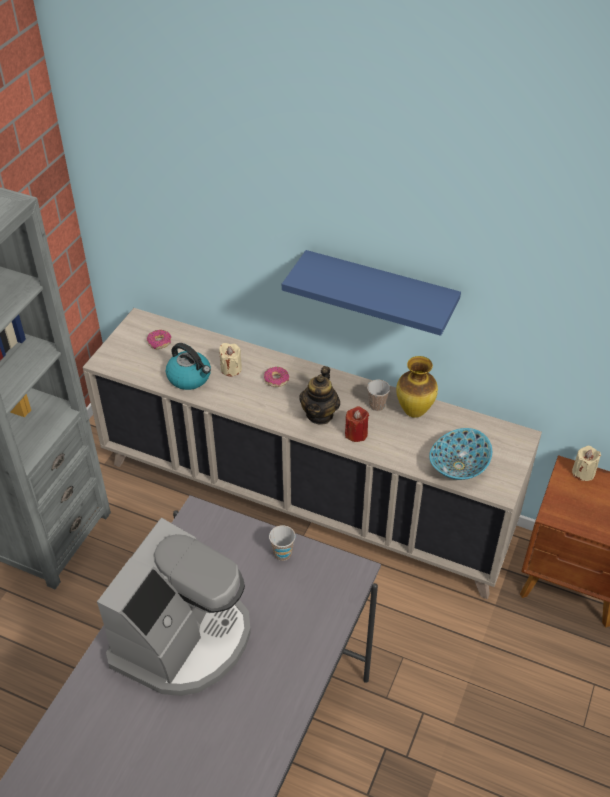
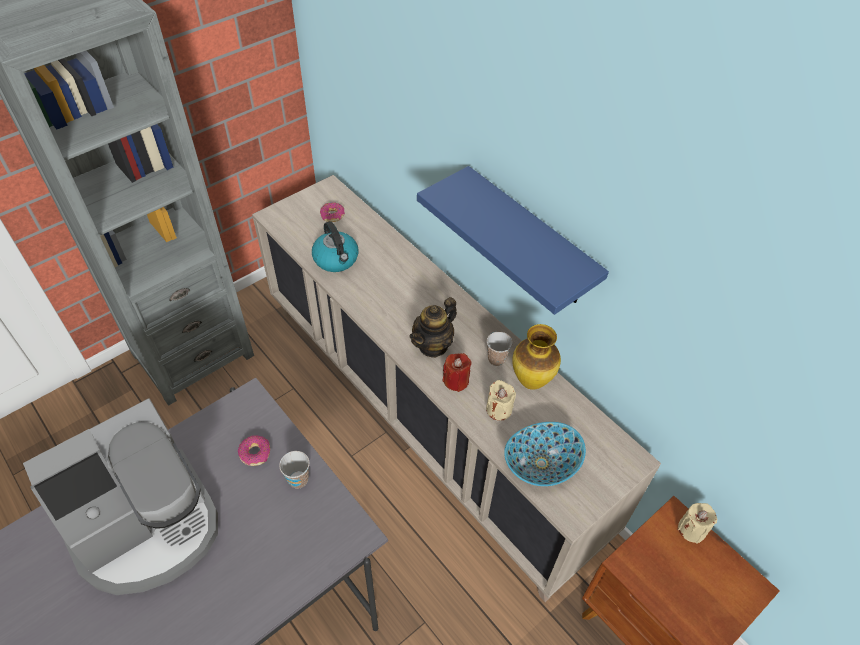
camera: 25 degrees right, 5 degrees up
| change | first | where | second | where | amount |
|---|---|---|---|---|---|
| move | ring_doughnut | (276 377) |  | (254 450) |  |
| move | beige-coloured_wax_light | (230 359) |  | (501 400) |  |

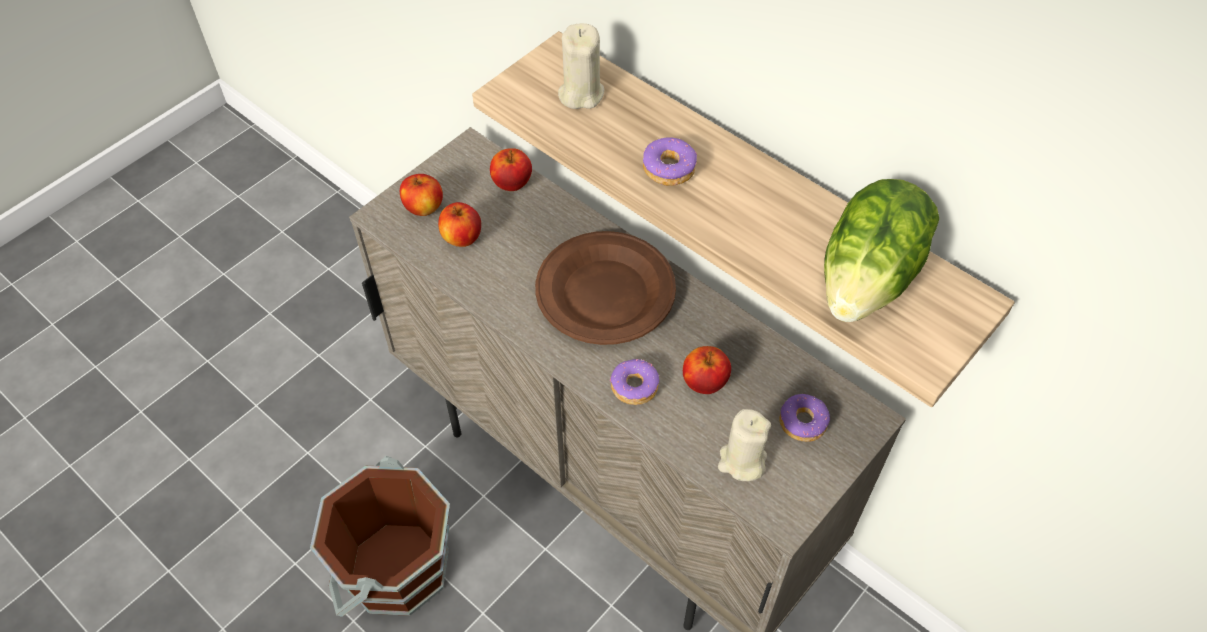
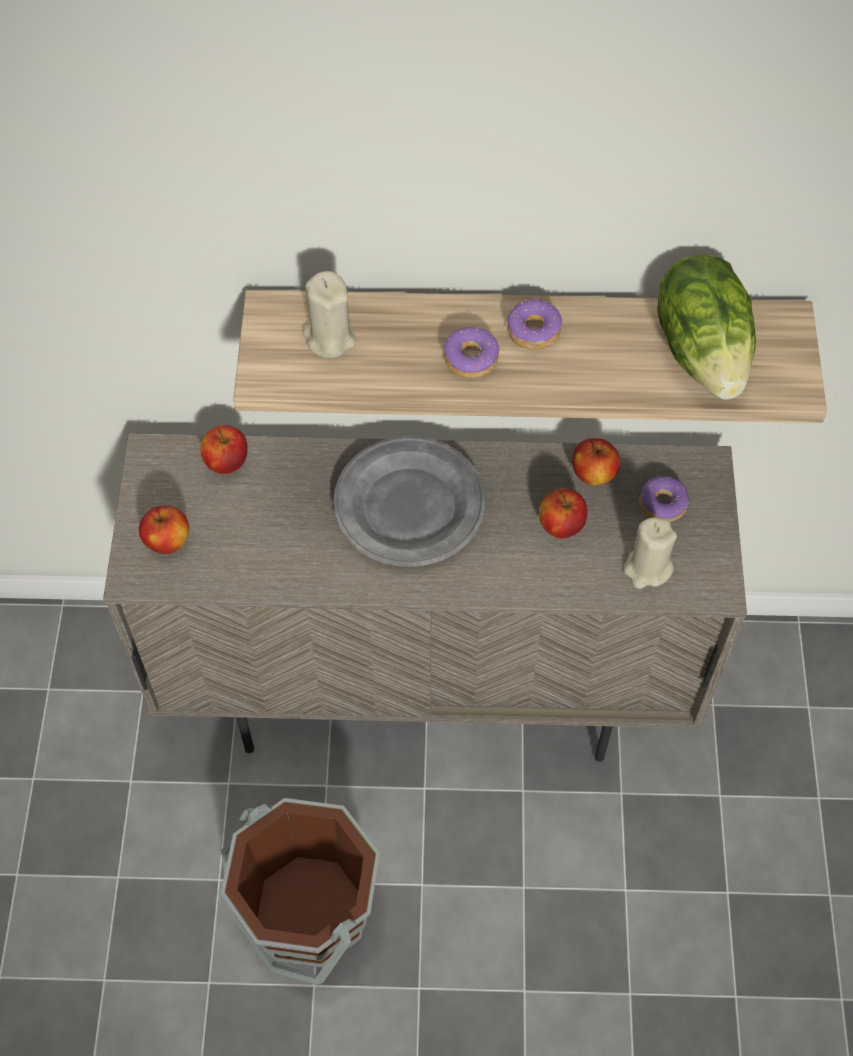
camera: 40 degrees left, 5 degrees up
| change | first | where | second | where | amount |
|---|---|---|---|---|---|
| recolor | brownish_flat_dish | (605 288) | grey_flat_dish | (409 501) |  |
| move | ring_doughnut | (634 382) |  | (534 324) |  |
| move | apple | (459 224) |  | (596 462) |  |

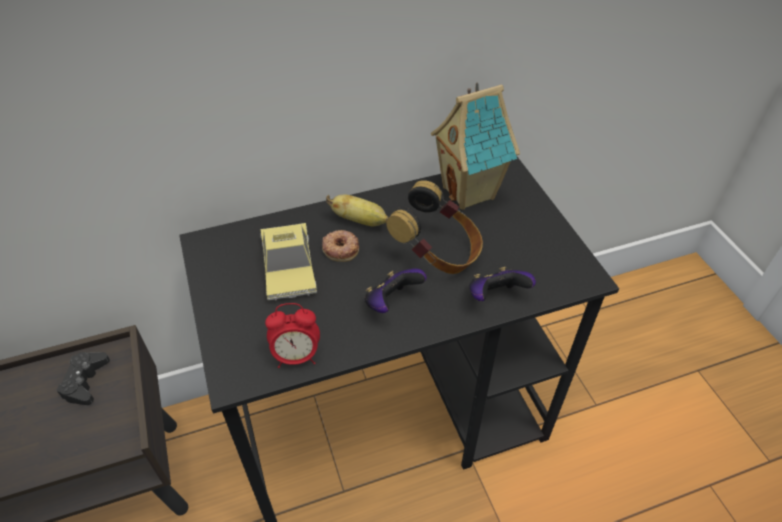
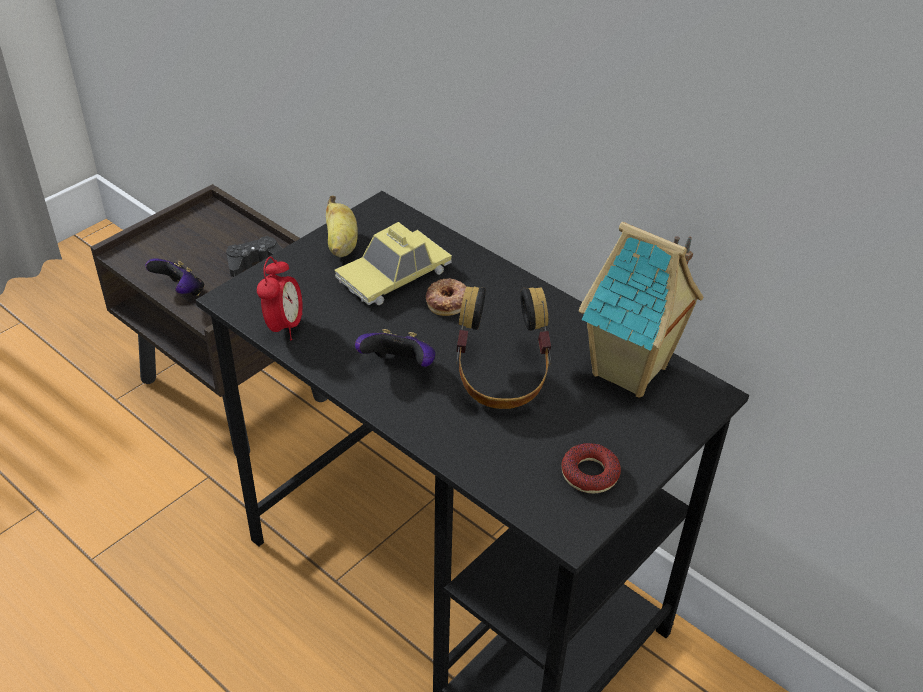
camera: 60 degrees right, 5 degrees down
| change | first | where | second | where | amount |
|---|---|---|---|---|---|
| move | gamepad | (502 284) |  | (174 277) |  |
| rotate | alarm_clock | (292 335) |  | (280 298) | 135 degrees counterclockwise |
| move | whole_banana | (357 210) |  | (342 226) |  |
| insert |  |  | ring_doughnut | (591 468) |  |

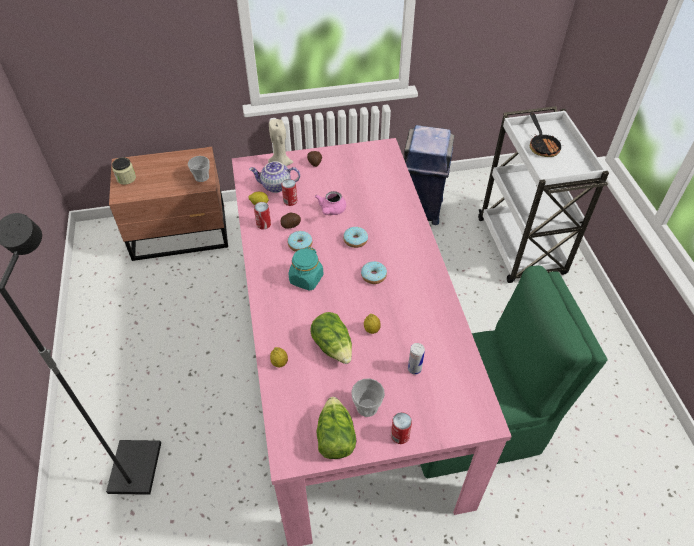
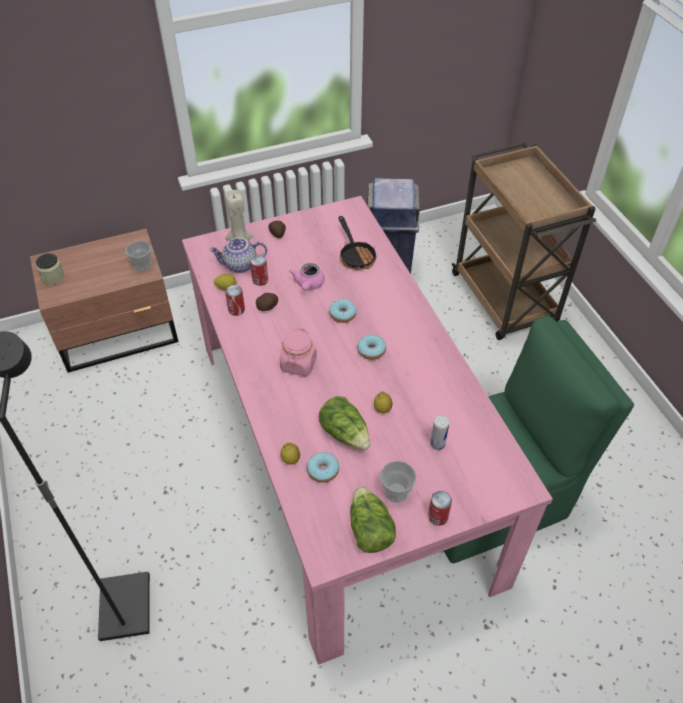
camera: 10 degrees left, 0 degrees up
| change | first | where | second | where | amount |
|---|---|---|---|---|---|
| recolor | turquoise-coloured_preserve_jar | (305 269) | pink_preserve_jar | (298 352) |  |
| move | ring_doughnut | (300 241) |  | (323 467) |  |
| move | pan | (547 135) |  | (357 243) |  |
| recolor | white_trolley | (543 194) | brownish_trolley | (524 241) |  |

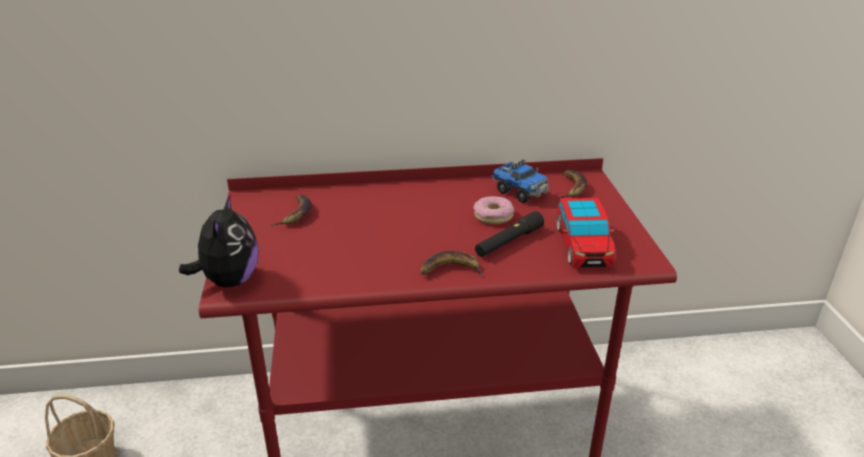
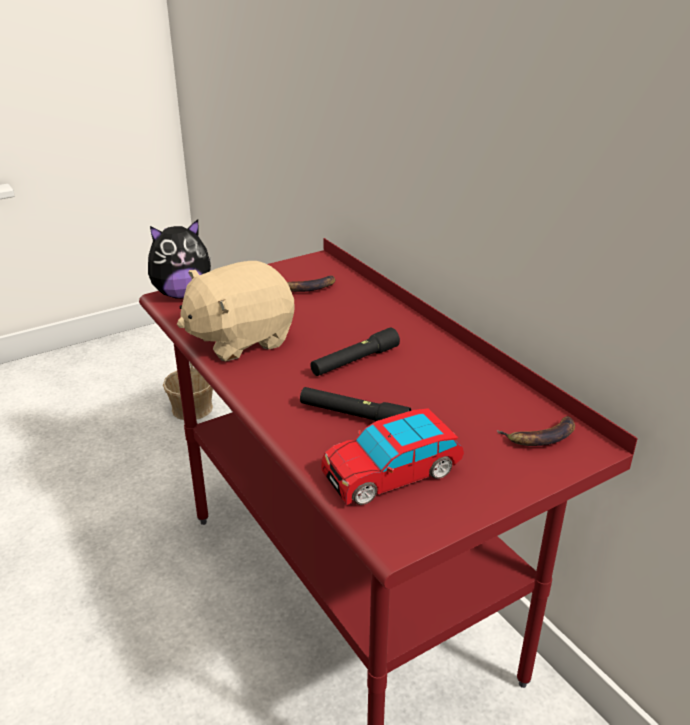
camera: 65 degrees right, 0 degrees up
| change | first | where | second | where | amount |
|---|---|---|---|---|---|
| insert |  |  | beige-coloured_cuddly_toy | (235 311) |  |
| insert |  |  | black_torch | (355 352) |  |
| delete | whole_banana | (452 263) |  |  |  |
| delete | ring_doughnut | (493 210) |  |  |  |
| delete | toy_lorry | (520 181) |  |  |  |

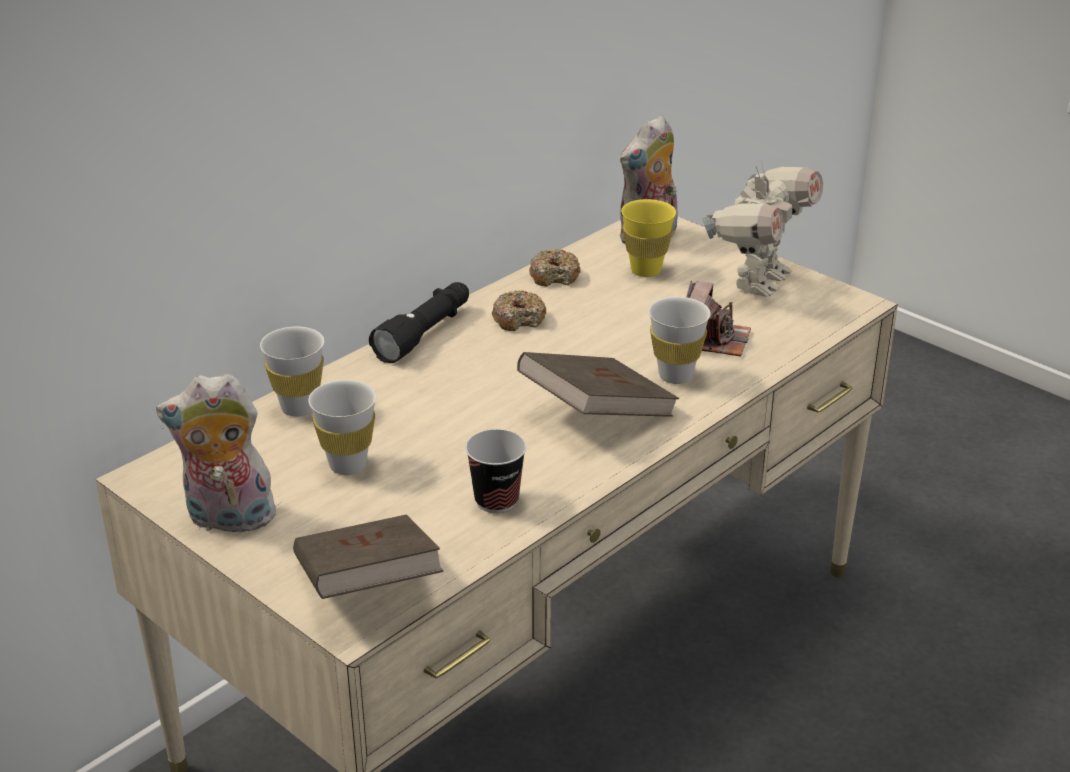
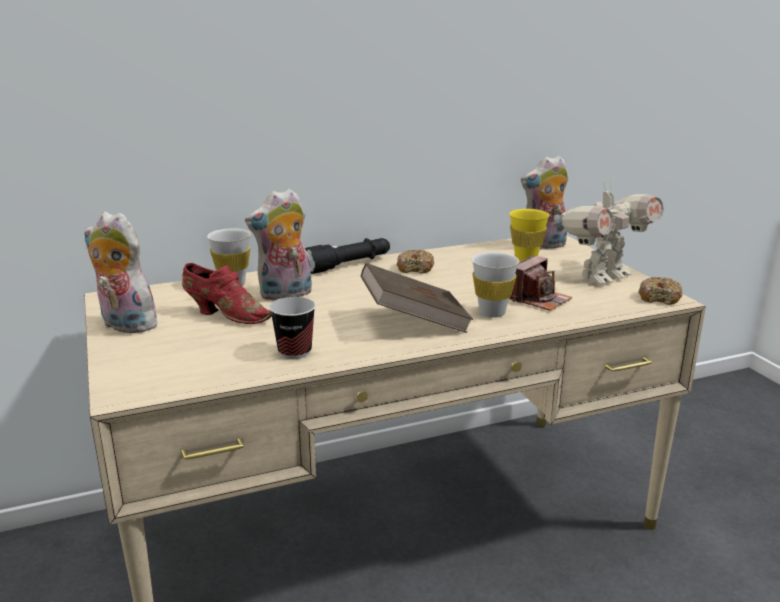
camera: 25 degrees right, 10 degrees down
| change | first | where | second | where | amount |
|---|---|---|---|---|---|
| replace | white_cup | (342 427) | red-coloured_item_of_footwear | (227 293) |  |
| insert |  |  | cuddly_toy | (278 244) |  |
| move | ring_doughnut | (555 267) |  | (660 291) |  |
| delete | brownish_volume | (368 556) |  |  |  |

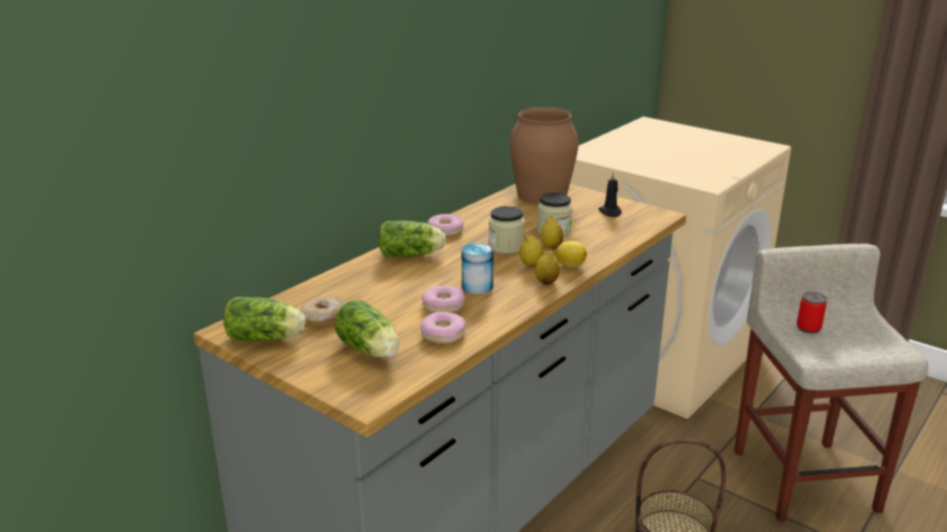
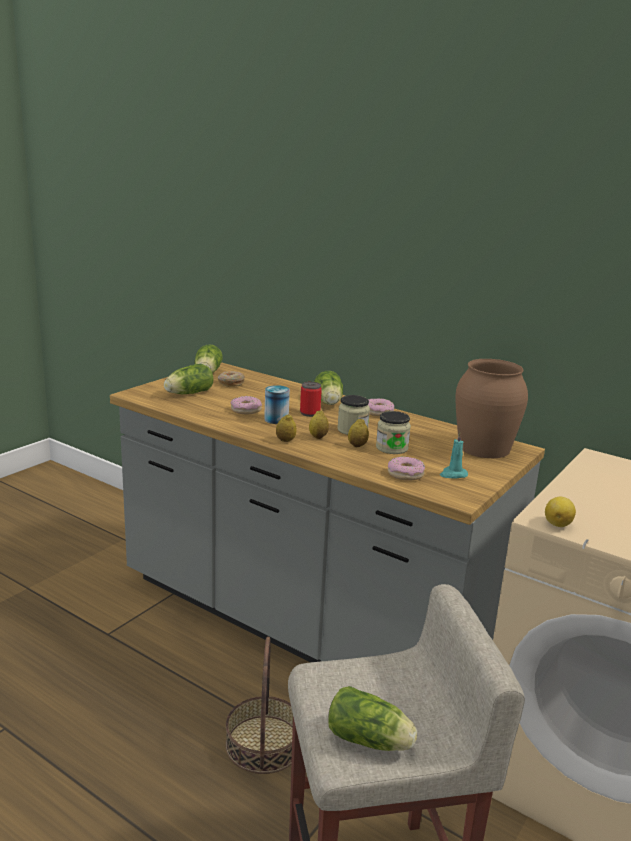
camera: 85 degrees right, 5 degrees down
| change | first | where | second | where | amount |
|---|---|---|---|---|---|
| move | metal_can | (812 313) |  | (311 399) |  |
| insert |  |  | head_of_lettuce | (372 718) |  |
| move | ring_doughnut | (443 328) |  | (406 468) |  |
| recolor | black_wax_light | (610 194) | turquoise-coloured_wax_light | (454 455) |  |
| move | whole_lemon | (570 254) |  | (560 512) |  |

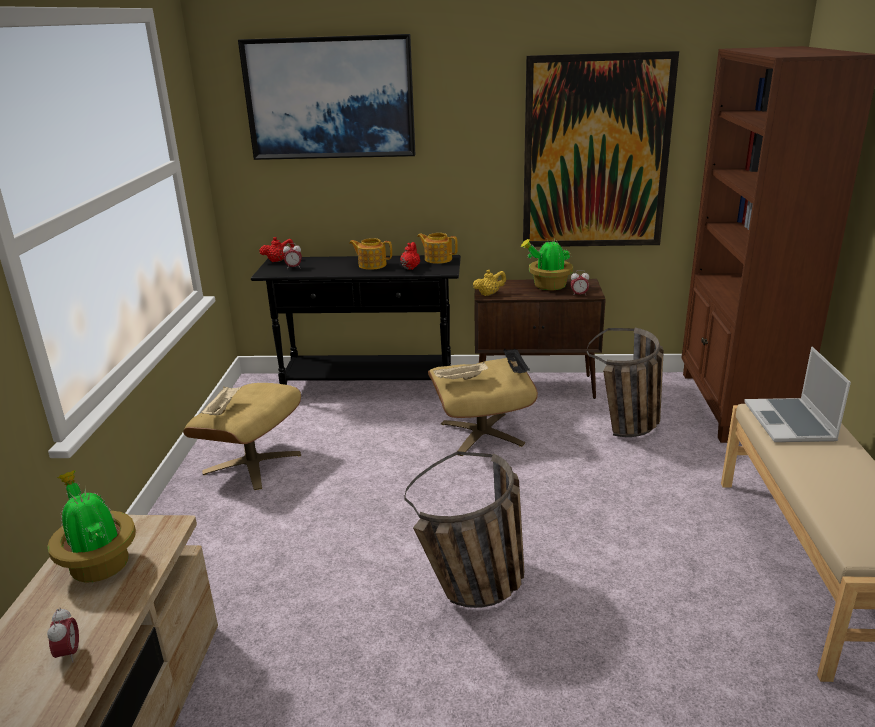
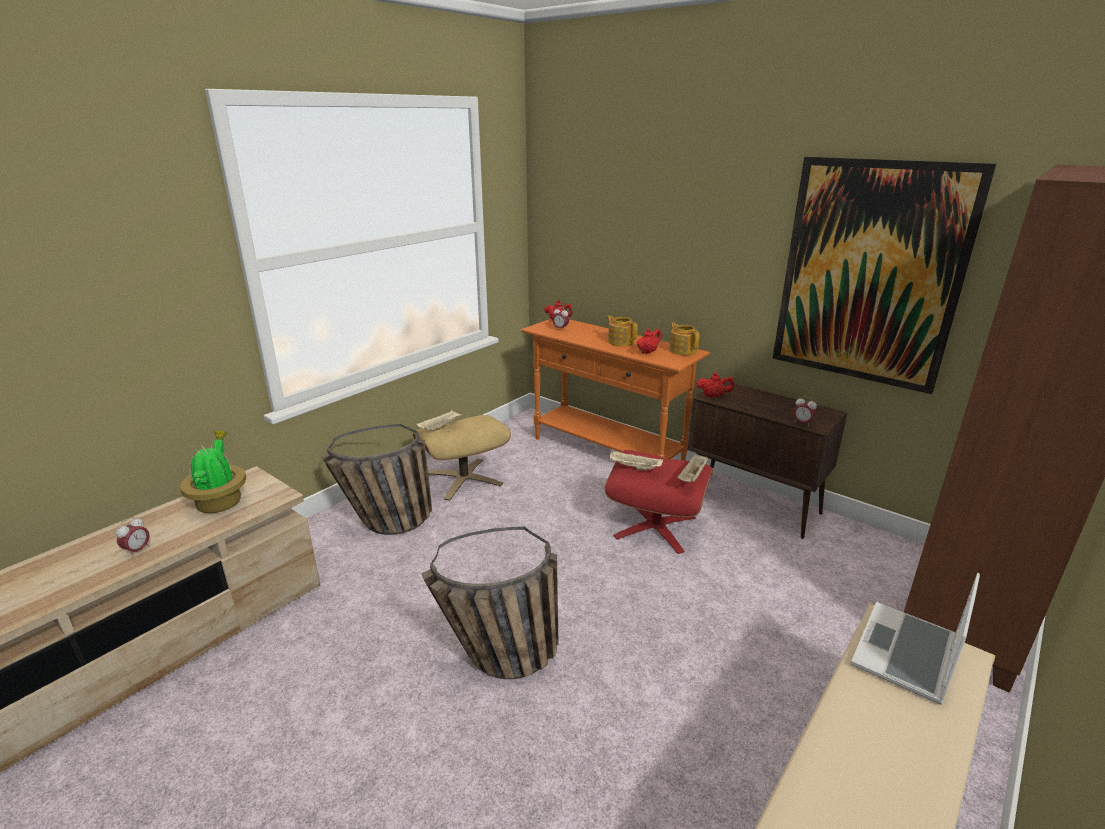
camera: 35 degrees right, 0 degrees up
| change | first | where | second | where | amount |
|---|---|---|---|---|---|
| move | storage_basket | (625 382) |  | (376 479) |  |
| recolor | black_console_table | (356 320) | orangey_console_table | (615 389) |  |
| recolor | beige-coloured_pouffe | (483 407) | red-coloured_pouffe | (658 502) |  |
| recolor | black_carrying_tray | (516 361) | beige-coloured_carrying_tray | (693 467) |  |
| recolor | yellow_pot_for_tea | (489 283) | red-coloured_pot_for_tea | (715 385) |  |
| delete | picture | (326 97) |  |  |  |
| delete | potted_plant | (547 264) |  |  |  |

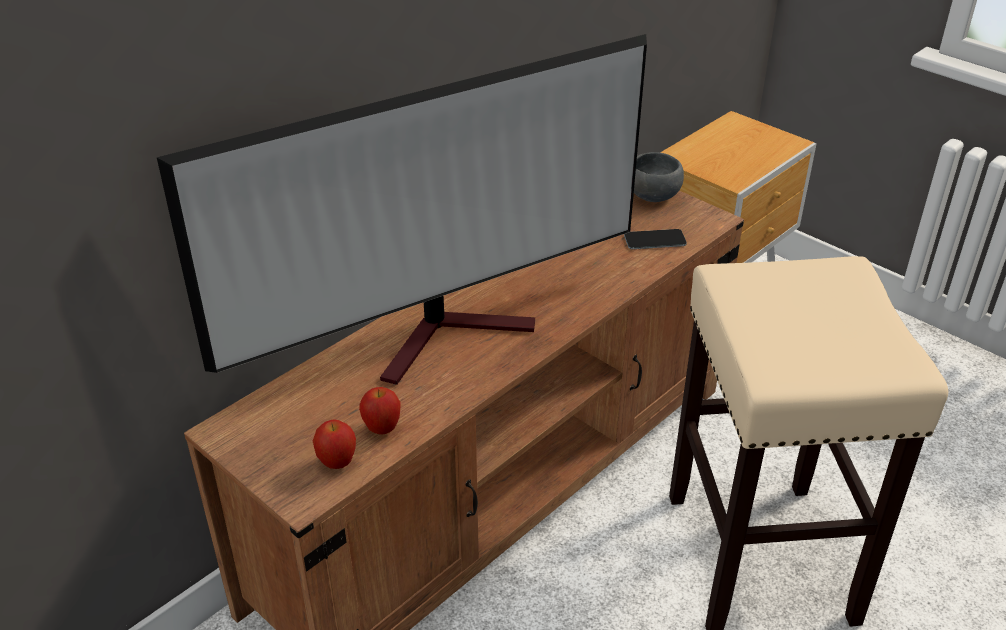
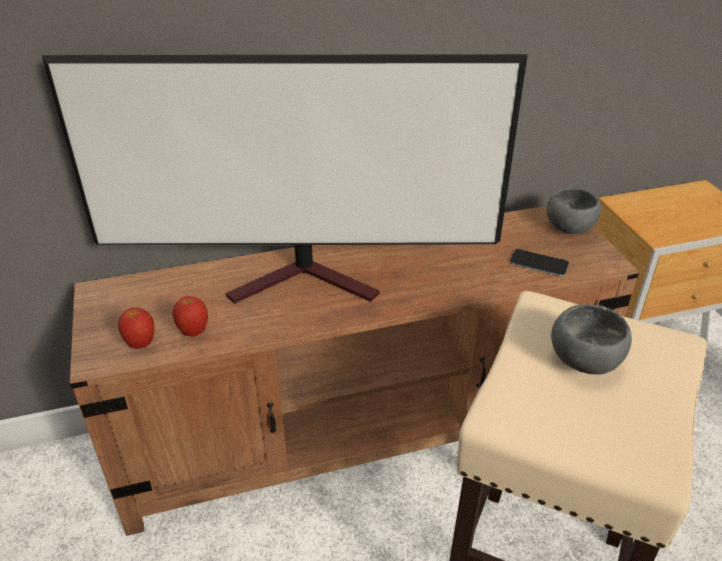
camera: 30 degrees right, 0 degrees up
| change | first | where | second | where | amount |
|---|---|---|---|---|---|
| insert |  |  | grey_bowl | (591 339) |  |

